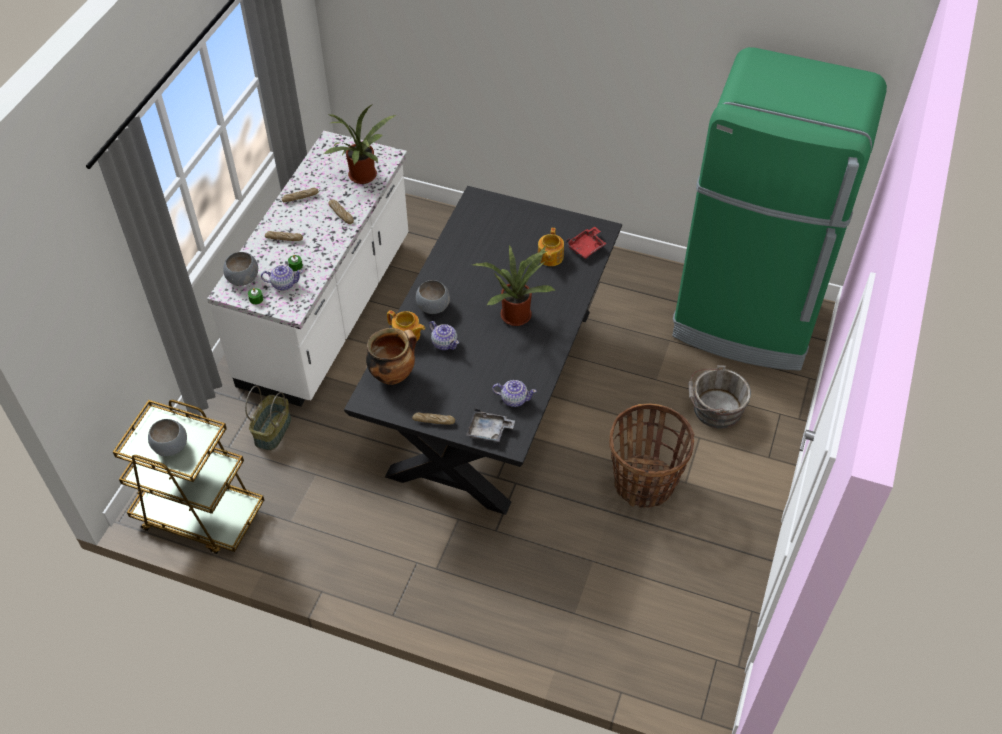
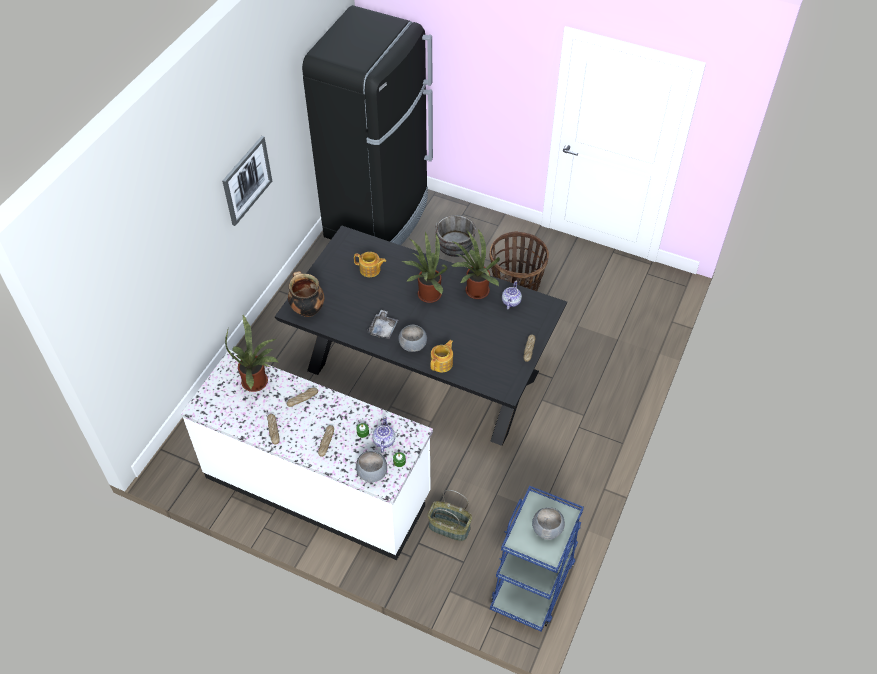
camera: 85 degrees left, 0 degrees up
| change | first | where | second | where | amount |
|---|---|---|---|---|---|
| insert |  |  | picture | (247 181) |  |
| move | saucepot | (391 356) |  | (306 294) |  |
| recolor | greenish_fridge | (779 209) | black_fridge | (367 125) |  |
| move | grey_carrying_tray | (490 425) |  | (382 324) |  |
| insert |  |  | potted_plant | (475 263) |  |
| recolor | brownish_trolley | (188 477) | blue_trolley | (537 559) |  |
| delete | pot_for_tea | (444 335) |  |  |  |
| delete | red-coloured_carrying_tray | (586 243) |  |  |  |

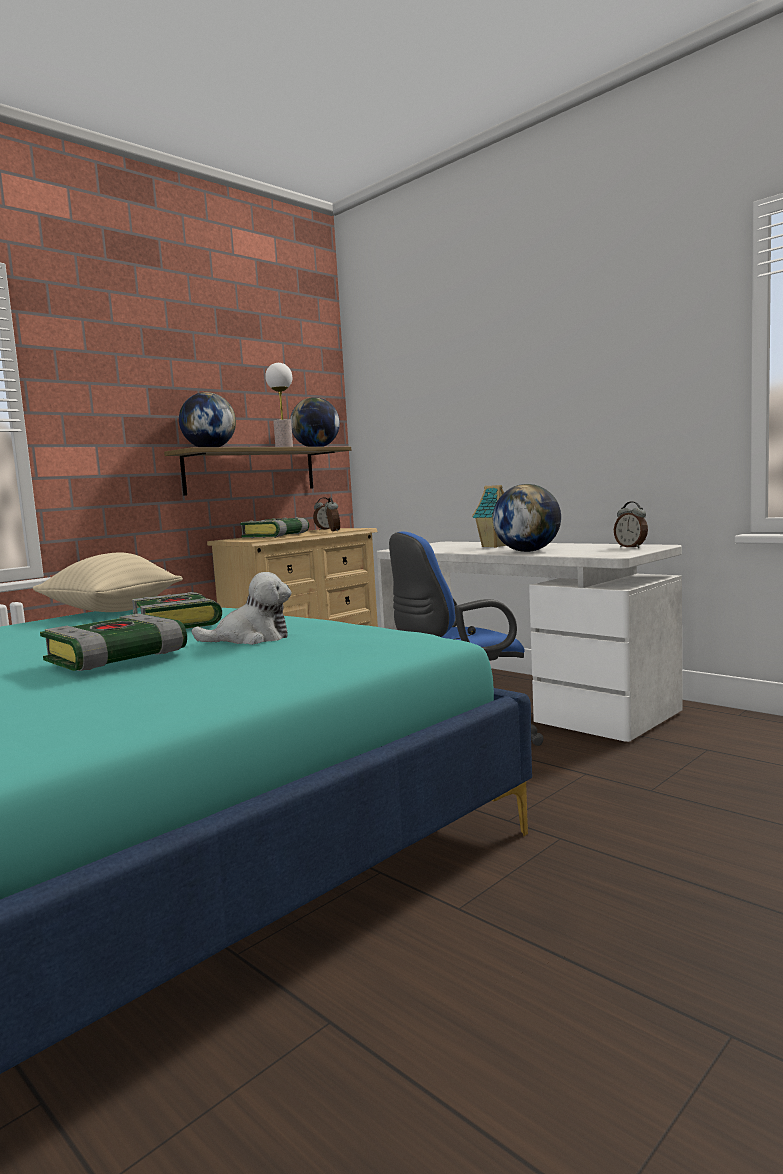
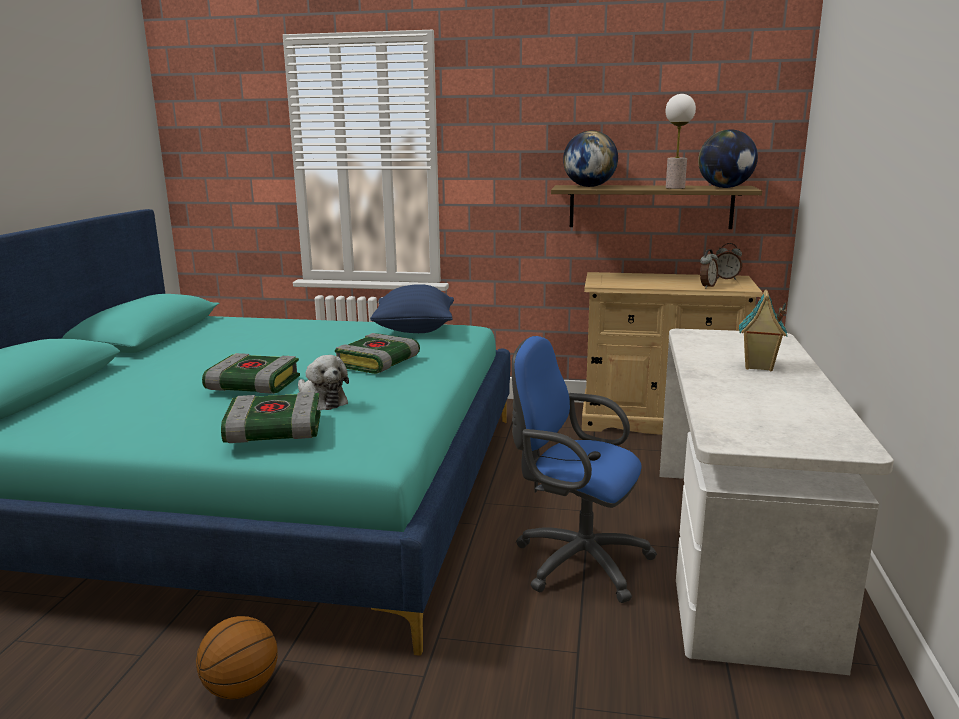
camera: 55 degrees right, 10 degrees up
| change | first | where | second | where | amount |
|---|---|---|---|---|---|
| insert |  |  | basketball | (237 657) |  |
| move | volume | (274 527) |  | (271 417) |  |
| recolor | beige-coloured_throw_pillow | (108 582) | blue_throw_pillow | (412 308) |  |
| delete | desk_globe | (527 518) |  |  |  |
| delete | alarm_clock | (631 524) |  |  |  |

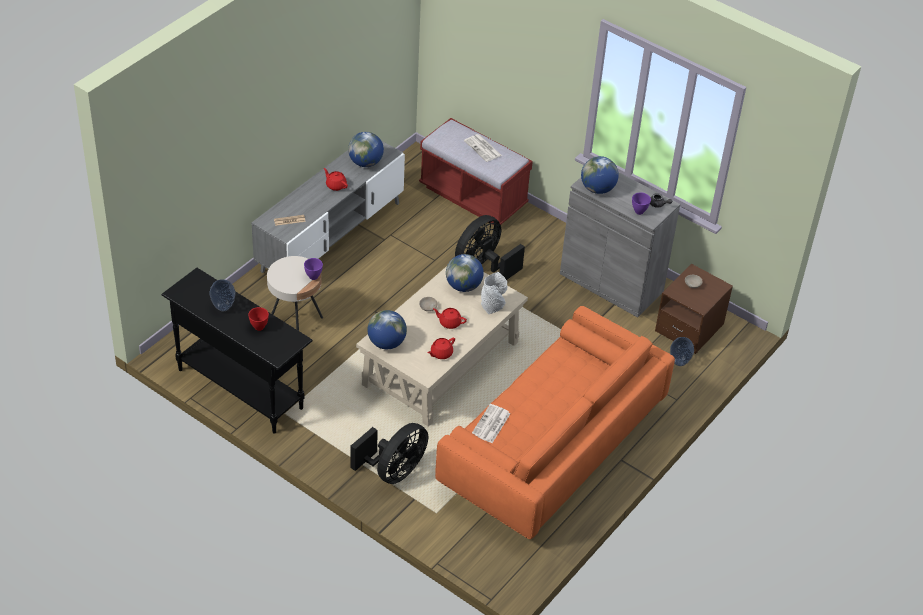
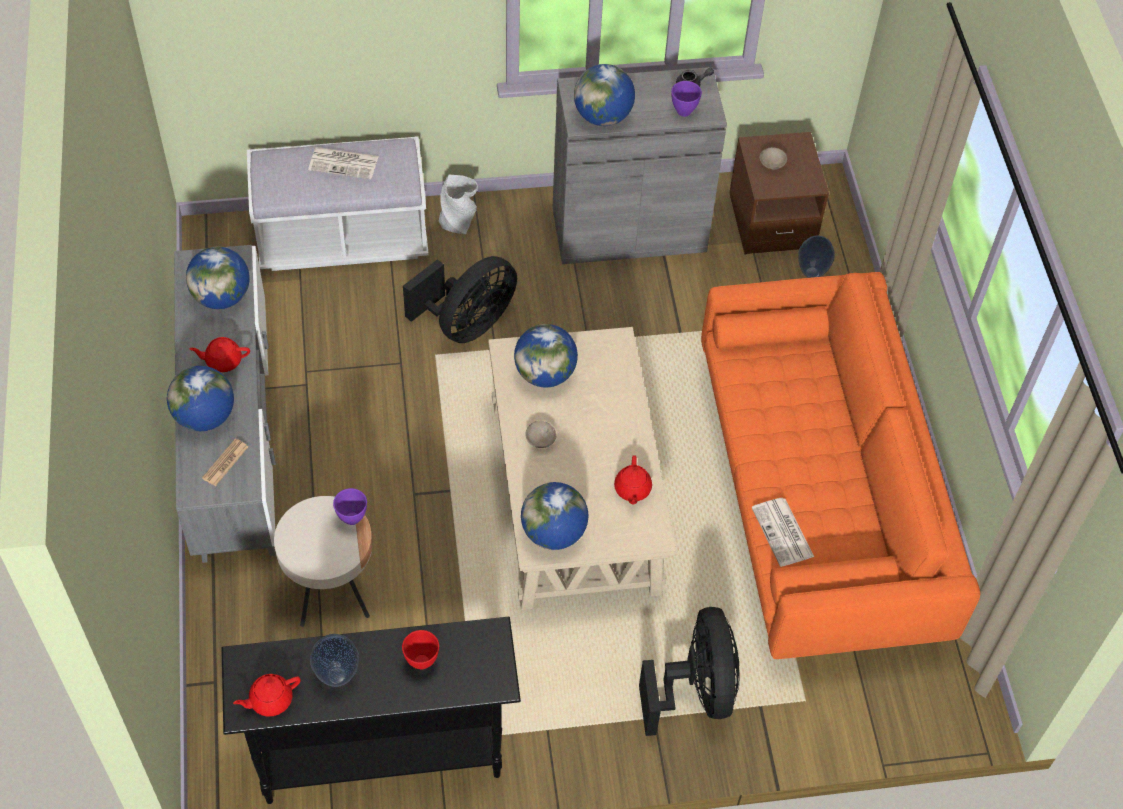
camera: 45 degrees left, 10 degrees up
| change | first | where | second | where | amount |
|---|---|---|---|---|---|
| insert |  |  | desk_globe | (200 398) |  |
| move | red-coloured_pot_for_tea | (450 318) |  | (267 695) |  |
| recolor | red-coloured_bench | (476 171) | white_bench | (338 204) |  |
| rotate | black_cooling_fan | (490 247) |  | (460 299) | 135 degrees counterclockwise |
| move | grey_decorative_vase | (494 293) |  | (458 204) |  |

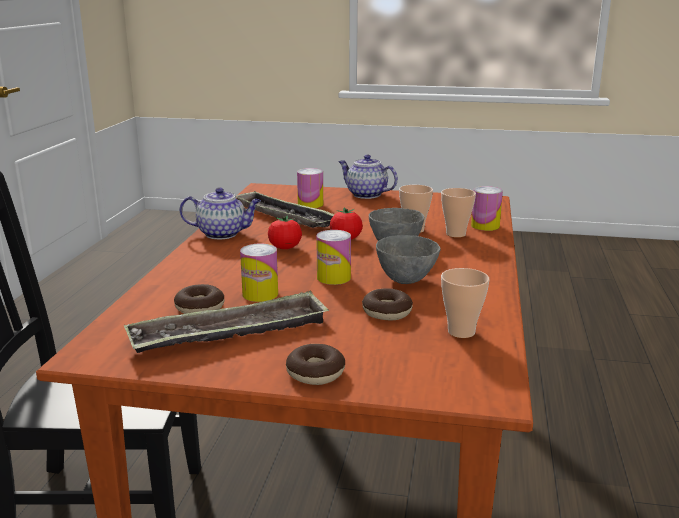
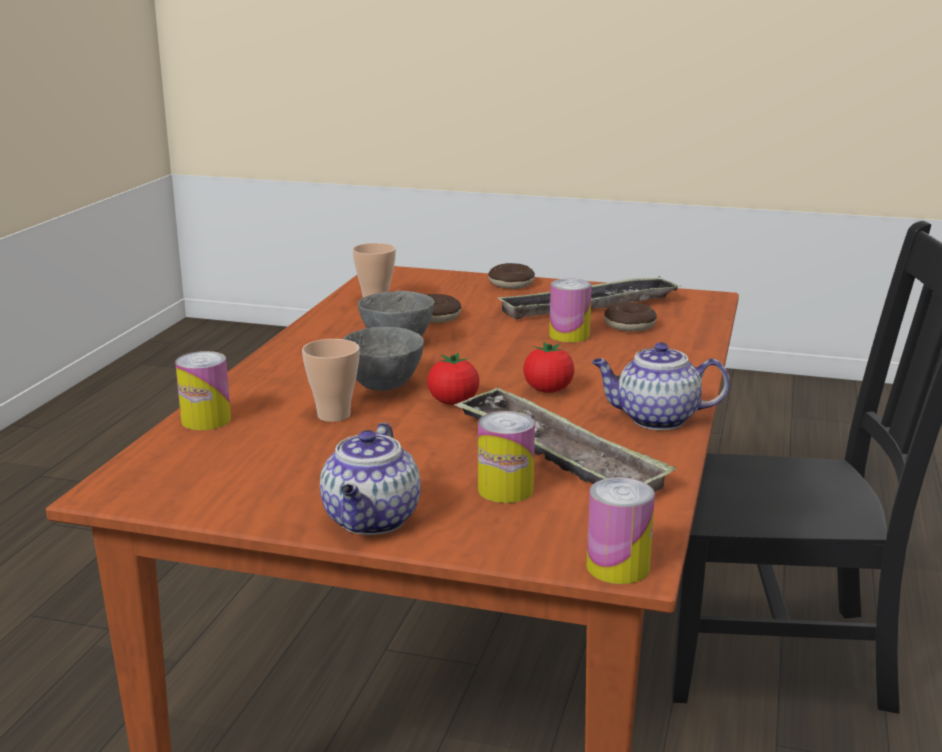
camera: 175 degrees left, 0 degrees up
| change | first | where | second | where | amount |
|---|---|---|---|---|---|
| rotate | pot_for_tea | (368 176) |  | (370 479) | 60 degrees clockwise |
| move | metal_can | (333 257) |  | (620 530) |  |
| delete | cup | (458 213) |  |  |  |

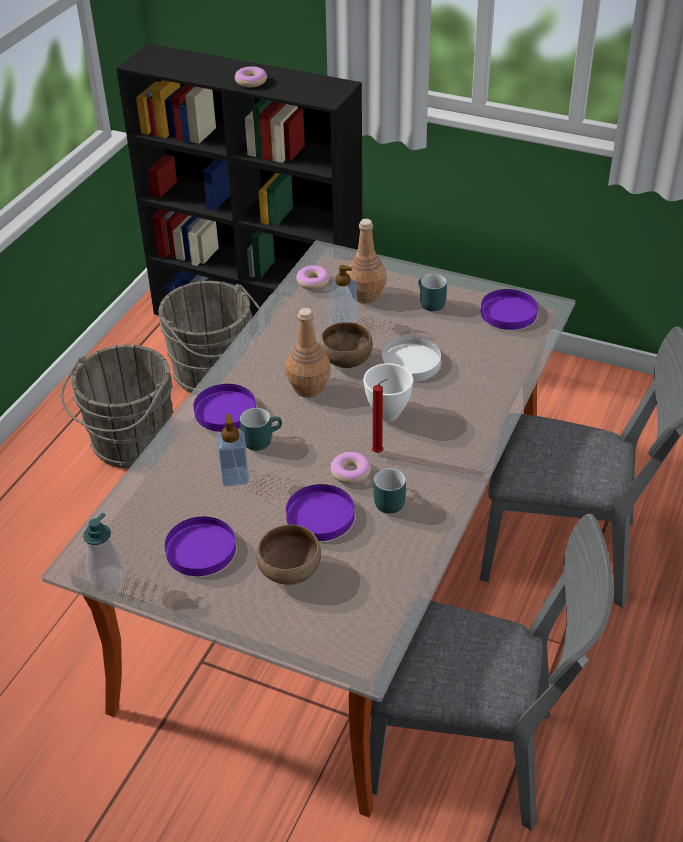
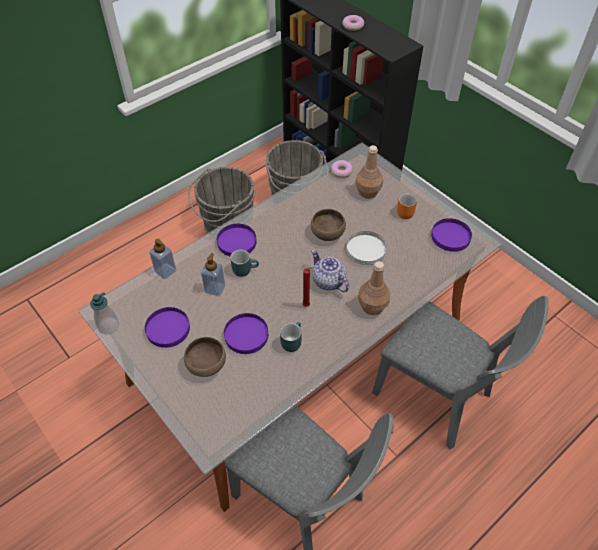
camera: 25 degrees right, 10 degrees up
| change | first | where | second | where | amount |
|---|---|---|---|---|---|
| move | soap_dispenser | (343 295) |  | (162 259) |  |
| replace | white_bowl | (388 392) | pot_for_tea | (330 270) |  |
| move | brownish_drink_bottle | (308 352) |  | (374 288) |  |
| recolor | turquoise-coloured_tea_mug | (432 292) | orangey_tea_mug | (407 206) |  |
| delete | ring_doughnut | (350 468) |  |  |  |

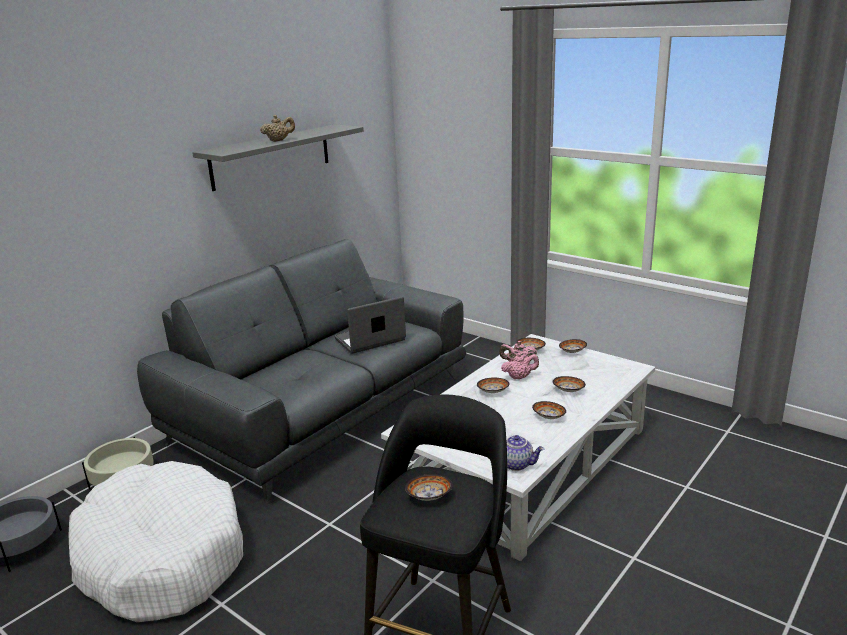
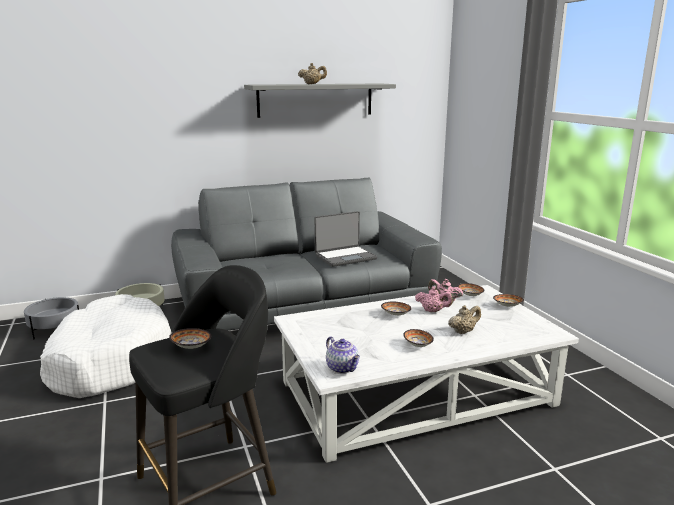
camera: 30 degrees right, 5 degrees down
| change | first | where | second | where | amount |
|---|---|---|---|---|---|
| rotate | notebook_computer | (370 325) |  | (345 239) | 150 degrees clockwise |
| replace | bowl | (569 384) | beige-coloured_pot_for_tea | (464 319) |  |

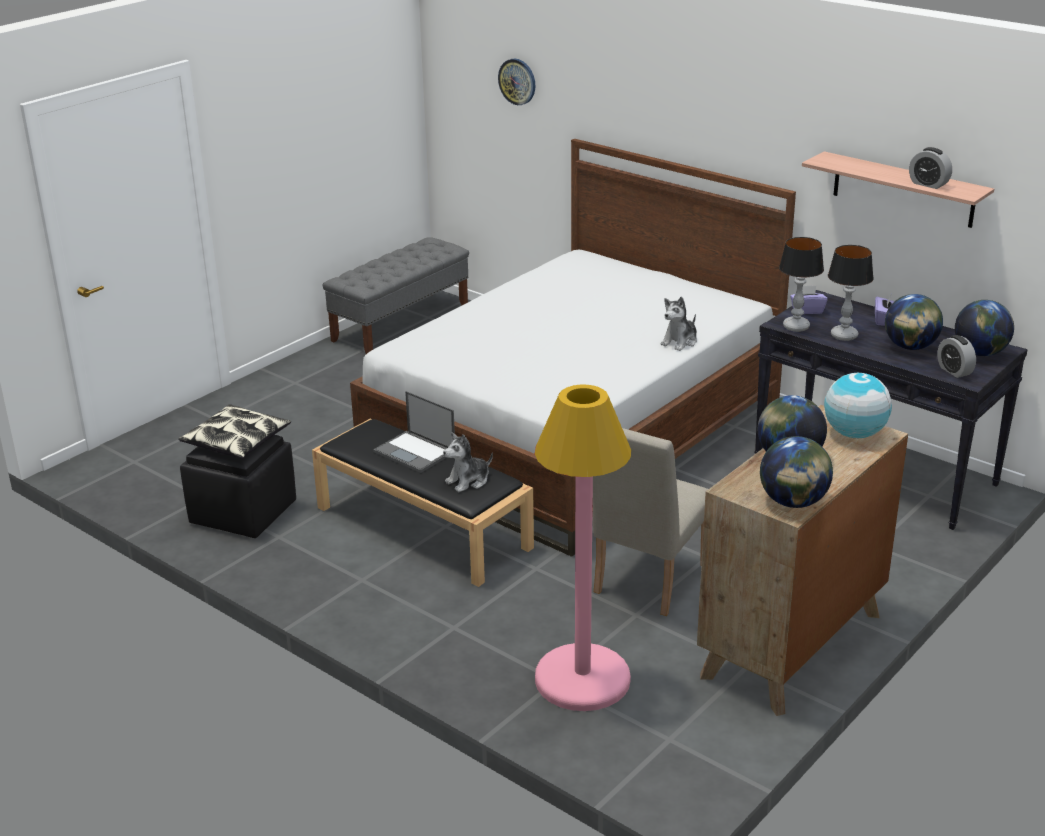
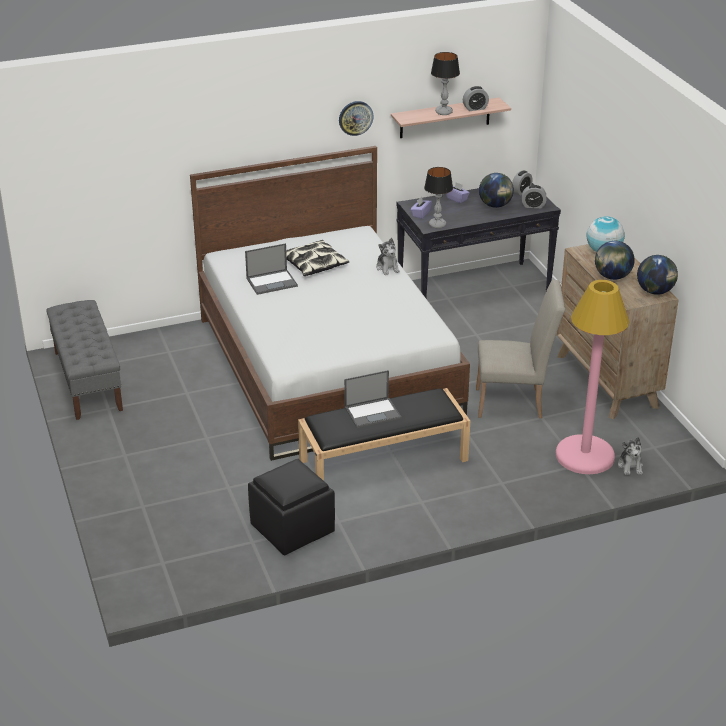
camera: 60 degrees left, 5 degrees up
| change | first | where | second | where | amount |
|---|---|---|---|---|---|
| insert |  |  | notebook_computer | (271 269) |  |
| move | throw_pillow | (234 431) |  | (317 258) |  |
| move | hanging_clock | (516 82) |  | (356 118) |  |
| move | tabletop_lamp | (851 293) |  | (445 83) |  |
| rotate | beige-coloured_chair | (650 522) |  | (520 349) | 60 degrees counterclockwise |
| replace | desk_globe | (984 328) | alarm_clock | (522 183) |  |
| move | cuddly_toy | (468 462) |  | (630 456) |  |

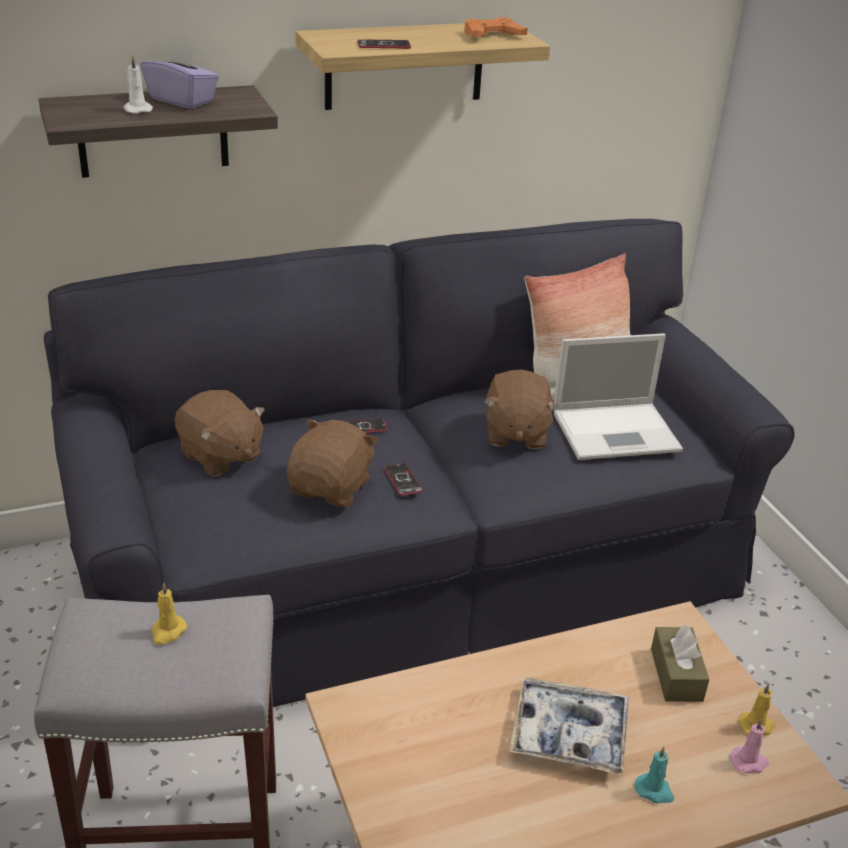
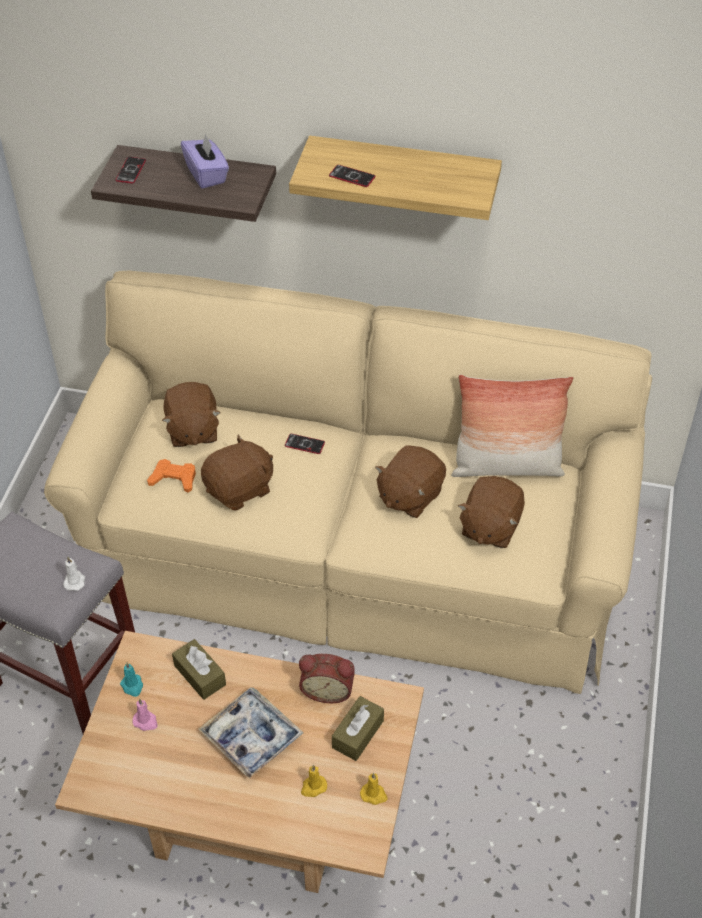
camera: 35 degrees right, 15 degrees up
| change | first | where | second | where | amount |
|---|---|---|---|---|---|
| recolor | black_settee | (419 481) | beige-coloured_settee | (348 482) |  |
| move | white_wax_light | (138 84) |  | (74 574) |  |
| move | telephone | (403 479) |  | (131 170) |  |
| move | turquoise-coloured_wax_light | (654 775) |  | (131 680) |  |
| move | pink_wax_light | (749 746) |  | (145 715) |  |
| move | orangey_gamepad | (496 27) |  | (171 476) |  |
| insert |  |  | brownish_tissue_holder | (199 669) |  |
| insert |  |  | alarm_clock | (327 678) |  |
| move | yellow_wax_light | (169 614) |  | (314 781) |  |
| replace | notebook_computer | (618 396) | brownish_cuddly_toy | (491 512) |  |

